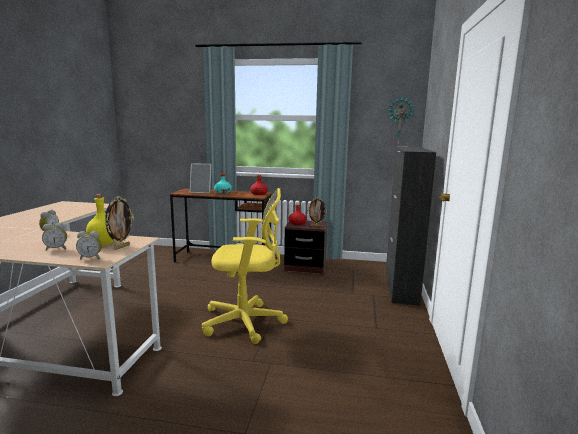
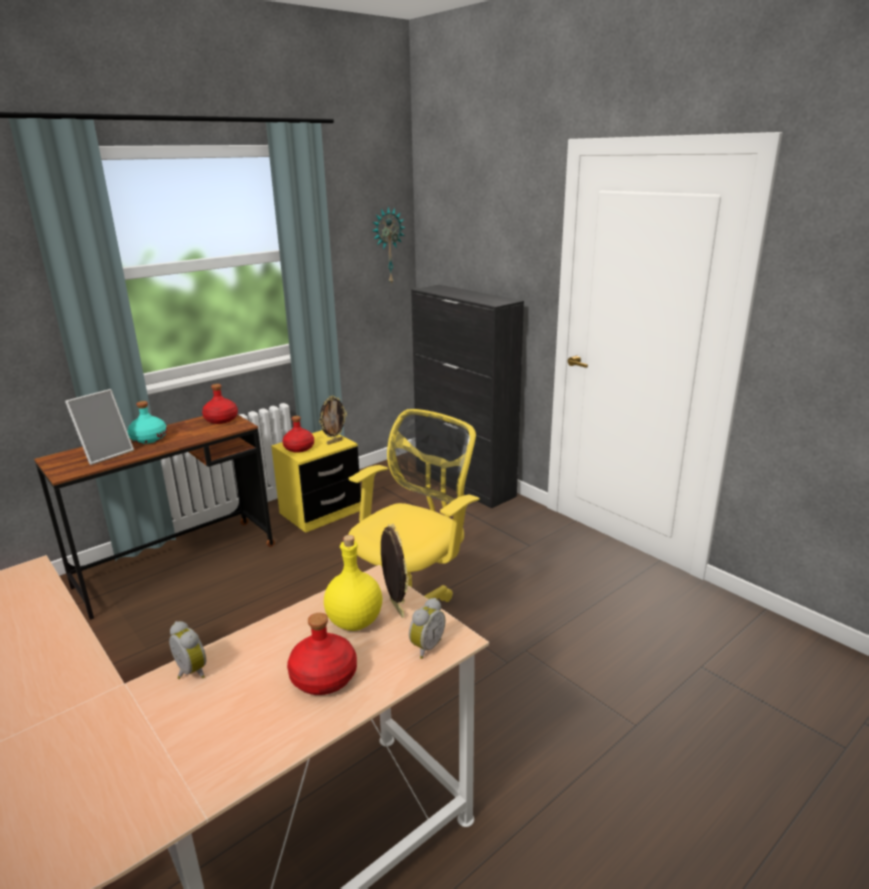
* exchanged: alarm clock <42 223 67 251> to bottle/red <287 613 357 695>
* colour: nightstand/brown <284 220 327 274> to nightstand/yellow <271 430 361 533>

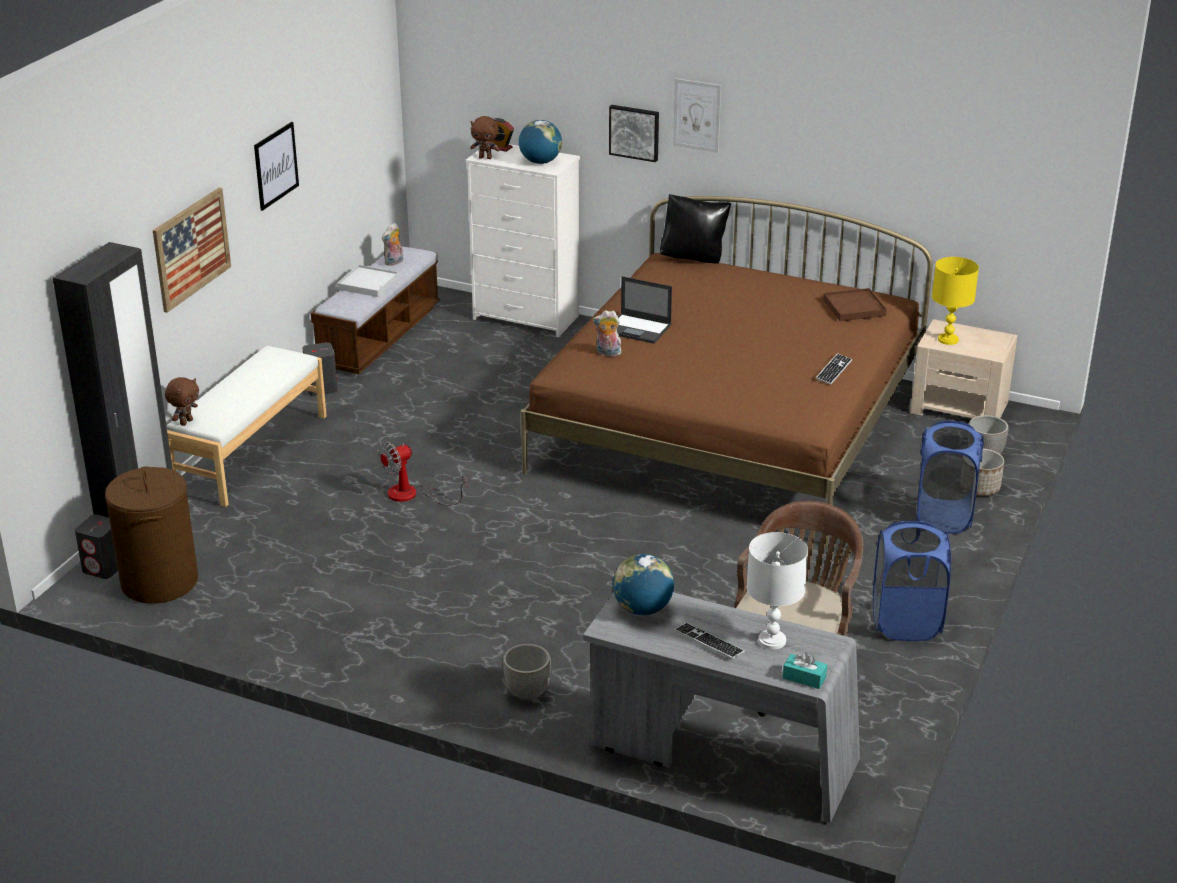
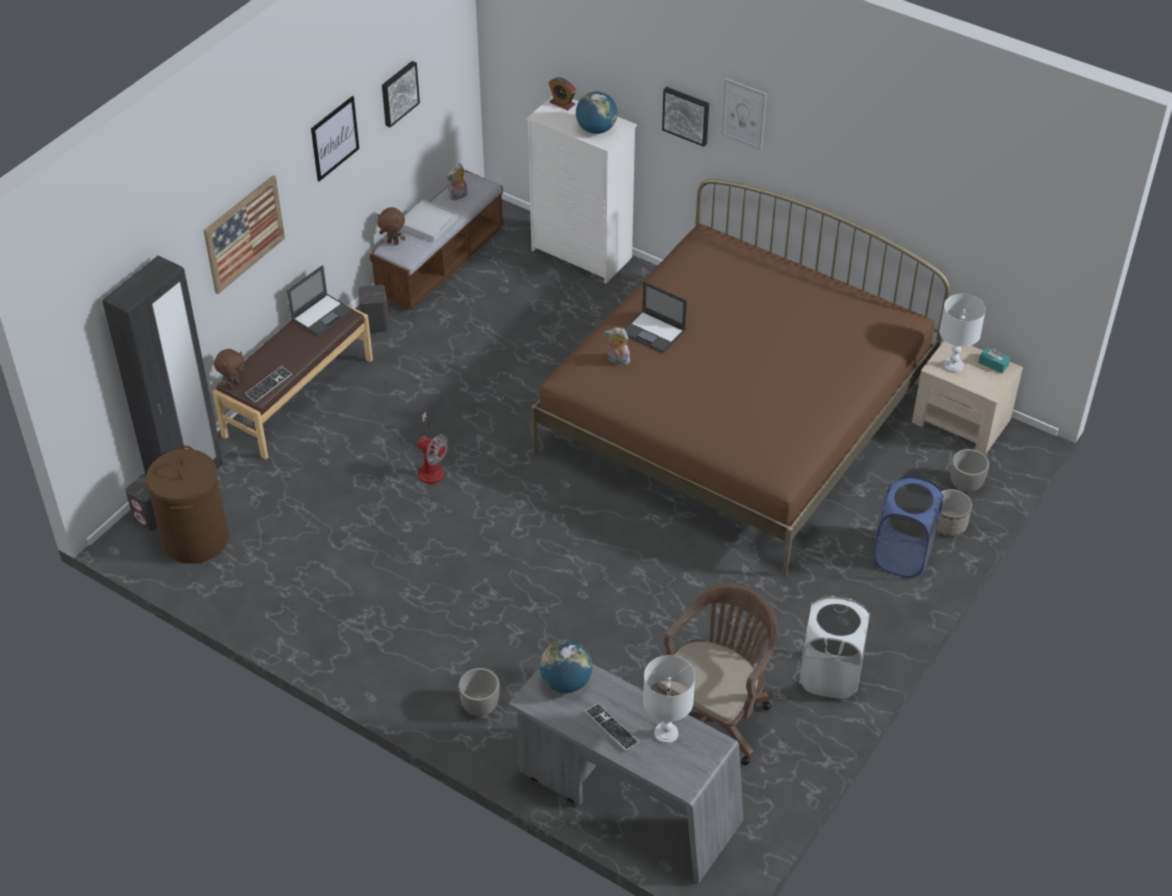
* missing: pillow/black <660 194 731 263>
* missing: tray/brown <823 288 887 321>
* appeared: laptop <287 265 353 337>
* appeared: picture <382 61 420 127>
* relocated: plush toy/brown <470 116 500 159> to <377 207 406 245>
* relocated: tissue box/turquoise <783 652 827 689> to <979 347 1010 373>
* relocated: keyboard <816 353 852 385> to <245 366 292 403>
* colour: bench/white <167 346 327 507> to bench/brown <212 303 373 460>
* colour: laundry basket/blue <873 521 951 641> to laundry basket/white <799 596 870 699>
* colour: table lamp/yellow <932 257 979 345> to table lamp/white <939 294 986 373>
* spun: fan <378 441 468 506> = <415 412 448 484> 120 degrees counterclockwise

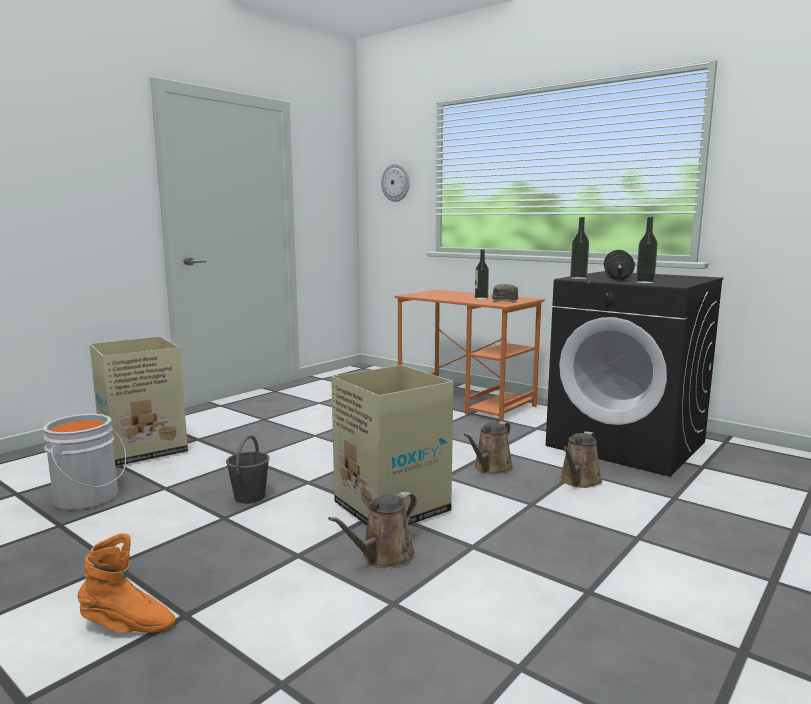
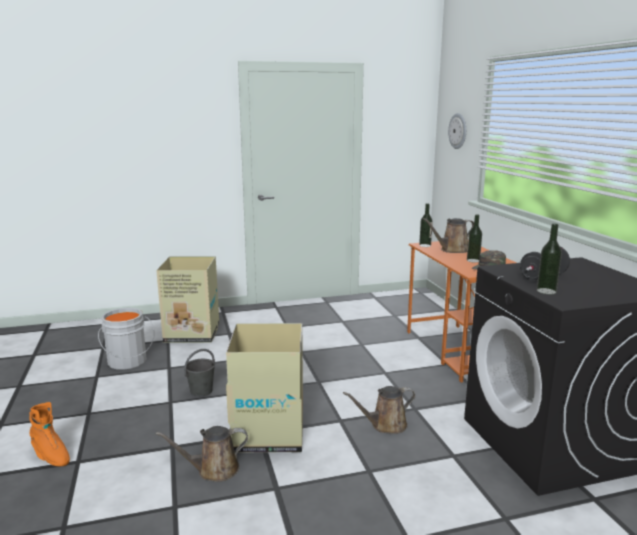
* relocated: watering can/brown <560 431 602 488> to <423 218 474 253>
* relocated: bottle <570 217 589 279> to <419 203 433 247>

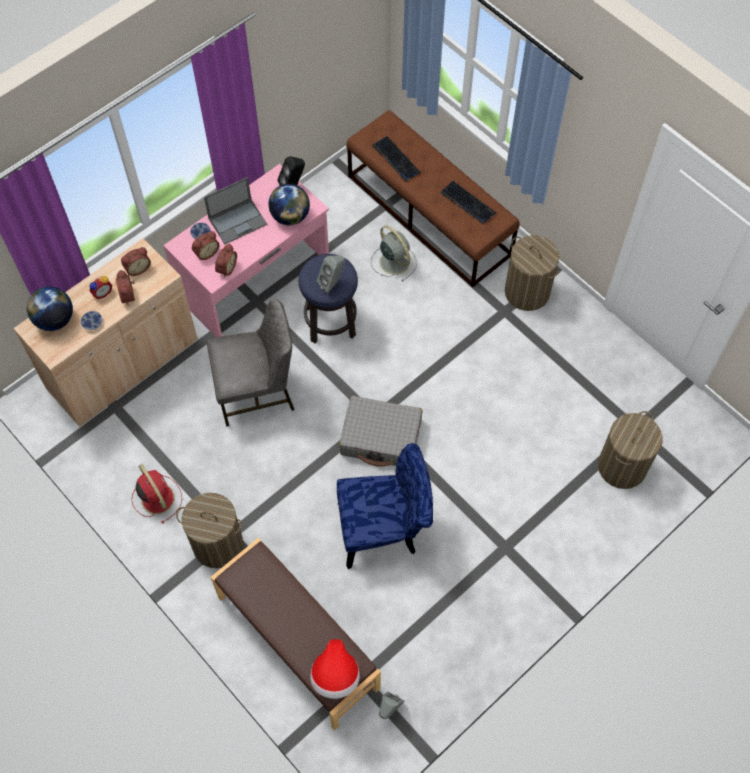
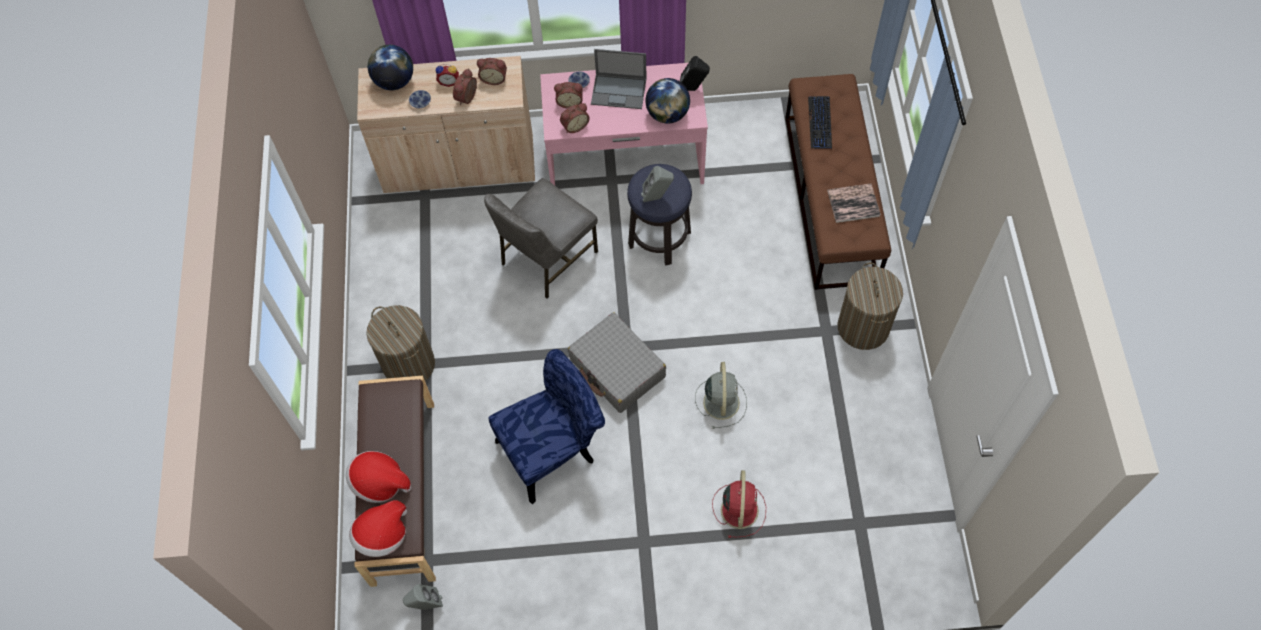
* missing: laundry basket <598 411 663 489>
* appeared: hat <346 451 411 503>
* relocated: fan/red <131 464 182 524> to <712 470 766 538>
* relocated: fan/grey <371 225 417 282> to <695 362 747 429>
* exchanged: keyboard <440 181 496 224> to book <827 183 881 223>
* spun: chair/grey <207 299 294 427> = <484 178 598 299> 105 degrees clockwise
* spun: chair/blue <337 443 433 569> = <488 349 605 504> 60 degrees counterclockwise

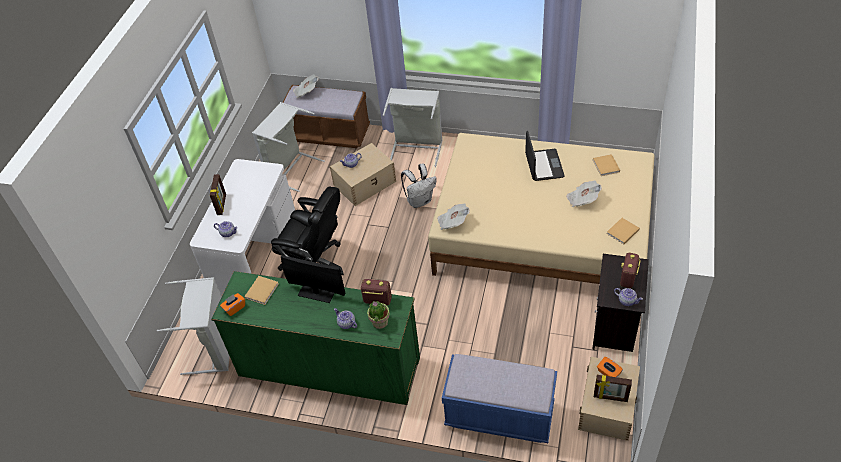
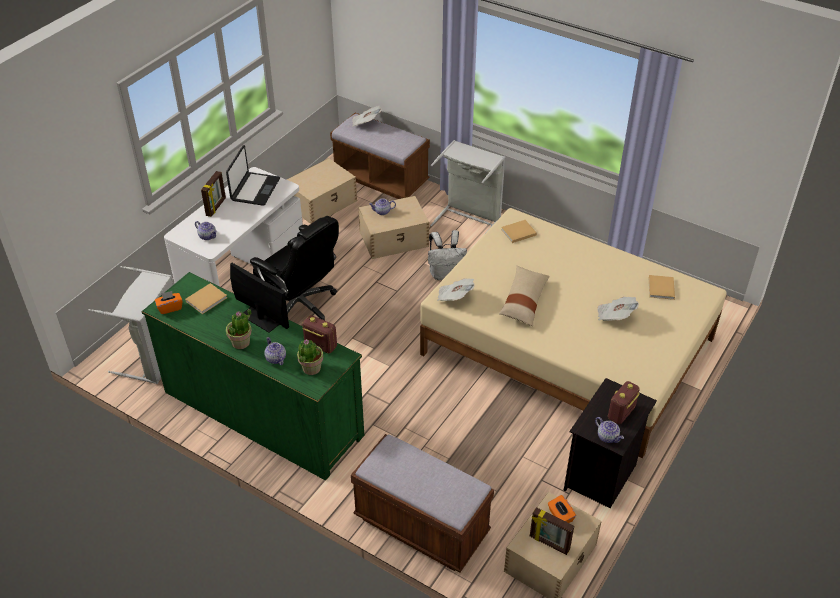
* appeared: potted plant <226 309 252 349>
* appeared: pillow/beige <499 265 550 326>
* relocated: laptop <525 131 565 181> to <226 145 280 206>
* relocated: book/beige <607 218 640 244> to <501 220 537 243>
* exchanged: laundry basket/grey <252 102 325 192> to storage box/beige <286 158 357 224>
* colour: bench/blue <442 354 557 443> to bench/brown <351 434 494 573>

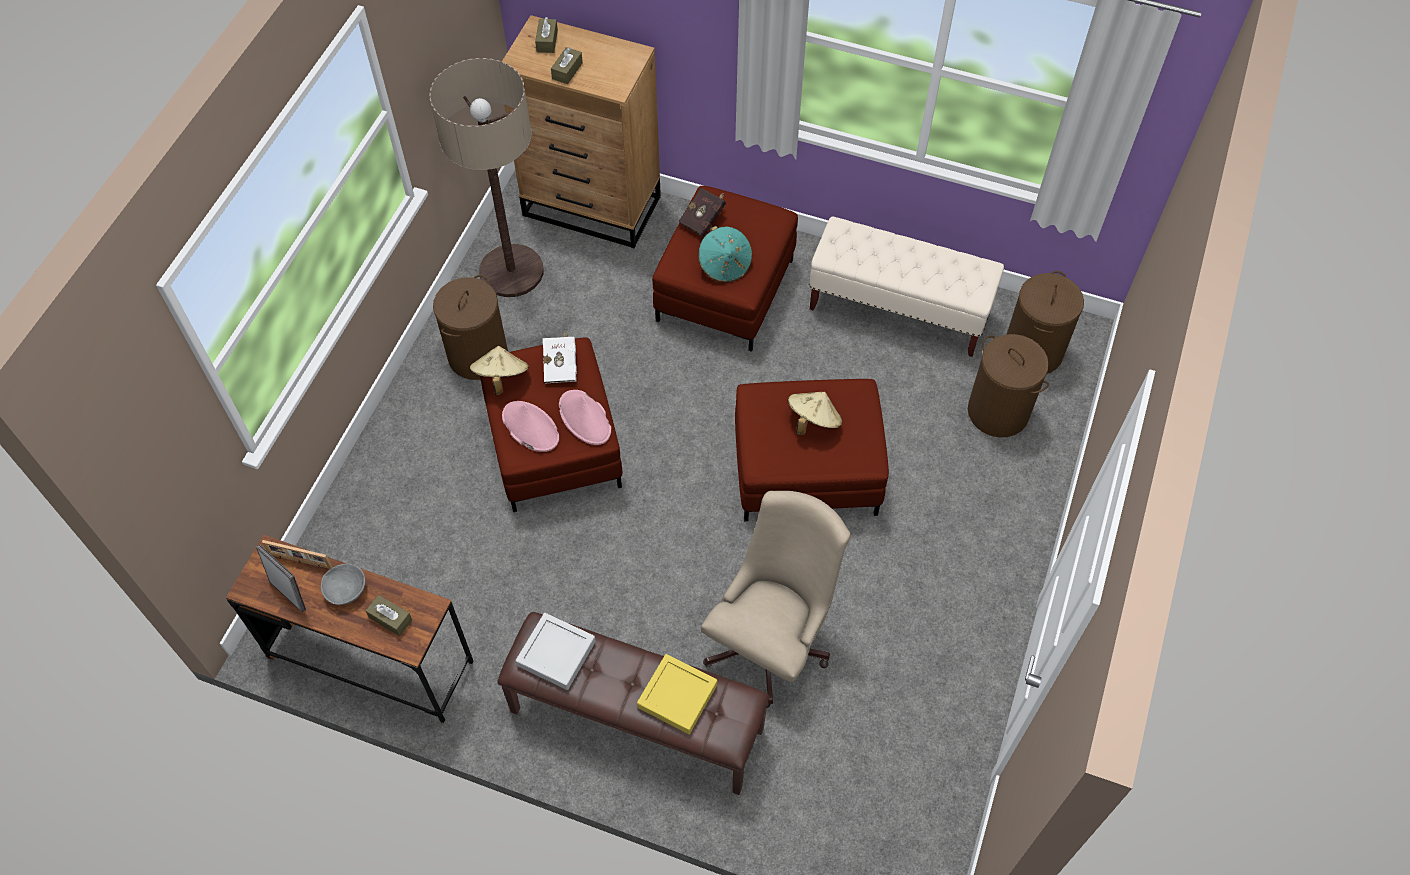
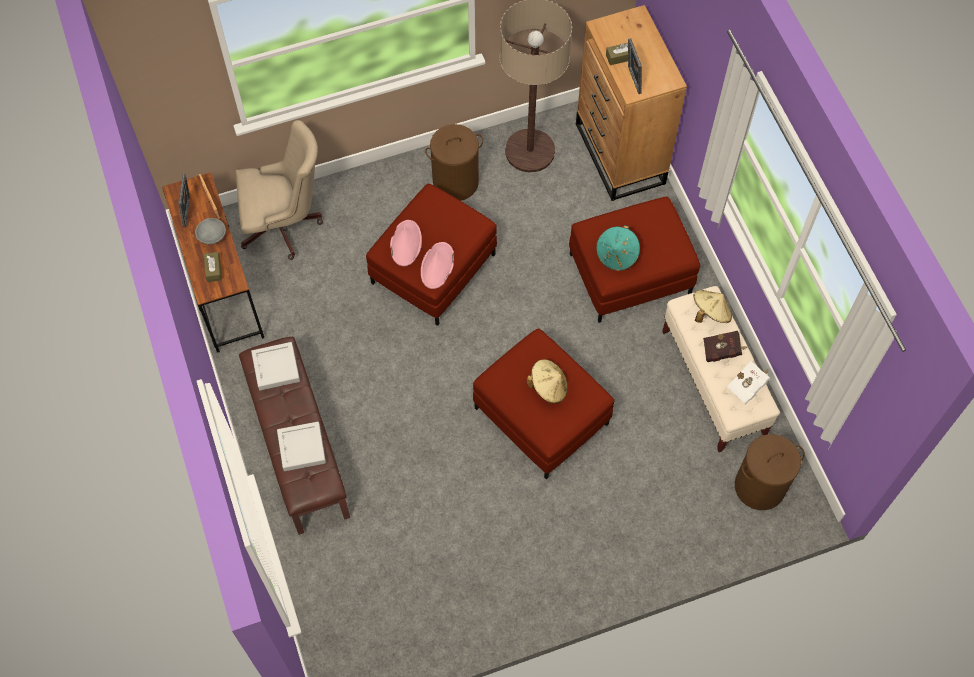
* missing: tissue box/brown <535 17 558 53>
* missing: laundry basket/brown <968 334 1049 437>
* appeared: picture frame <628 38 642 94>
* relocated: hat/beige <470 346 529 395> to <694 290 732 323>
* relocated: book/white <543 333 577 383> to <727 361 770 404>
* relocated: book/red <678 188 726 237> to <703 331 747 362>
* relocated: office chair/beige <701 491 851 708> to <236 120 323 260>
* colour: tray/yellow <637 654 717 734> to tray/grey <277 422 326 471>

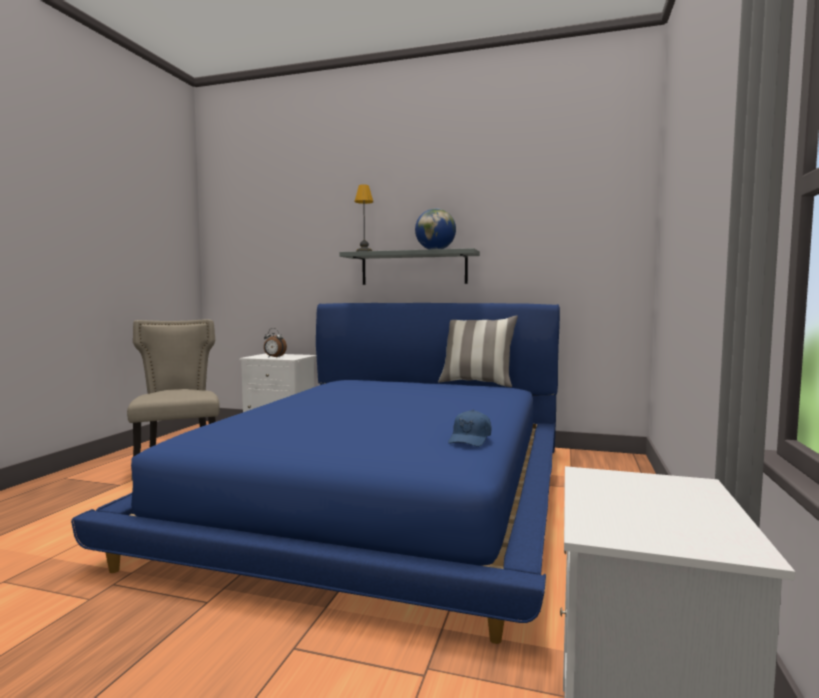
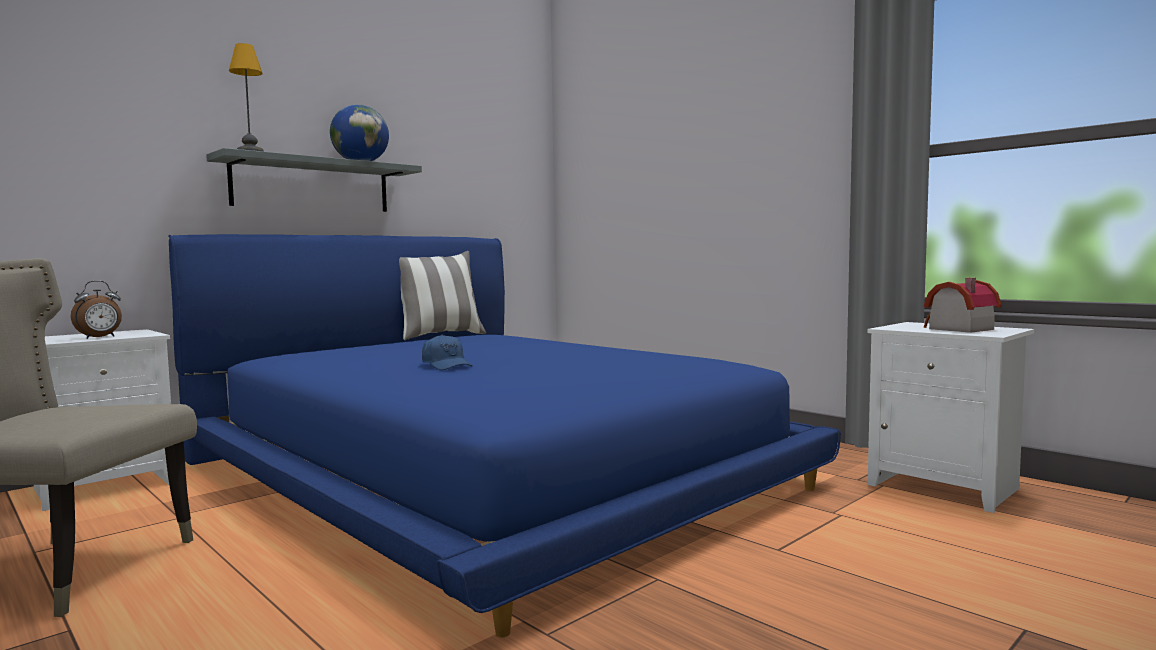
* appeared: toy house <923 278 1002 333>
* relocated: cap/blue <448 410 492 447> to <422 334 472 370>

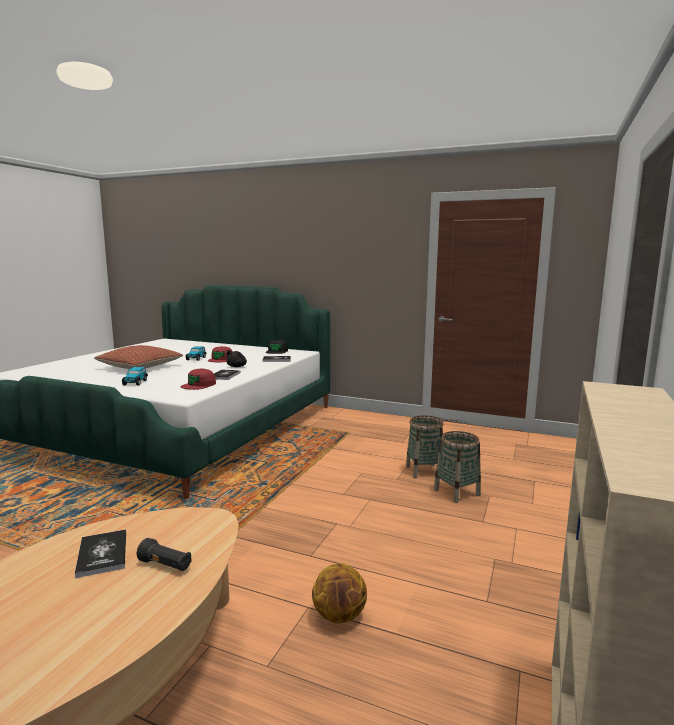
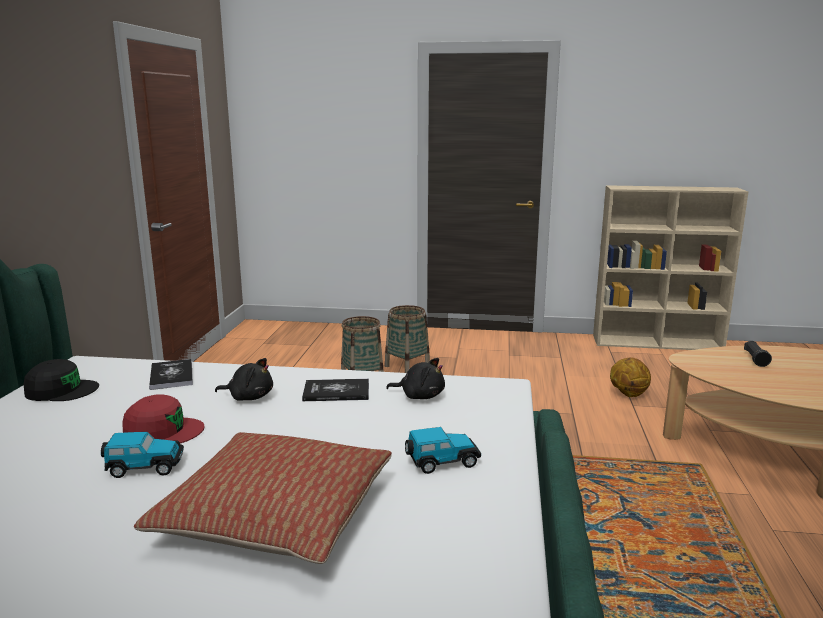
* missing: book <75 529 126 578>
* exchanged: cap/red <180 369 216 390> to plush toy/black <386 358 445 399>

